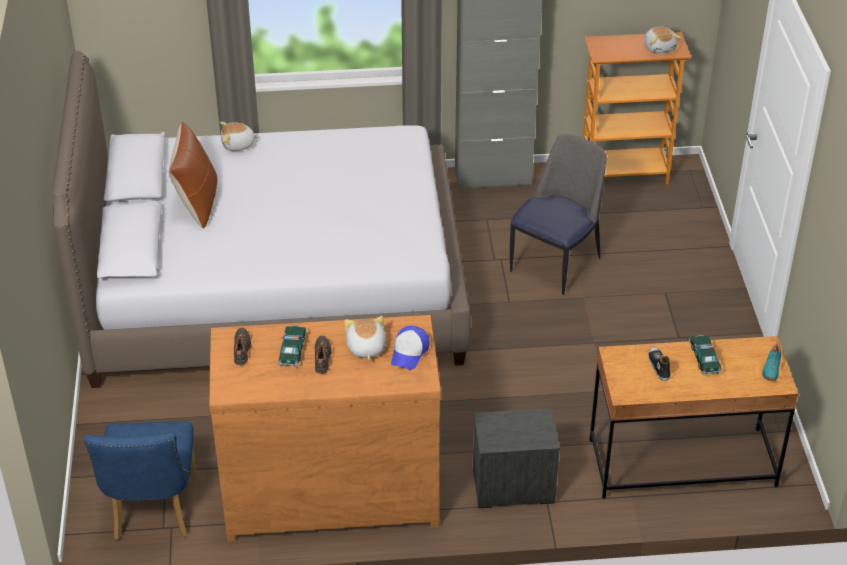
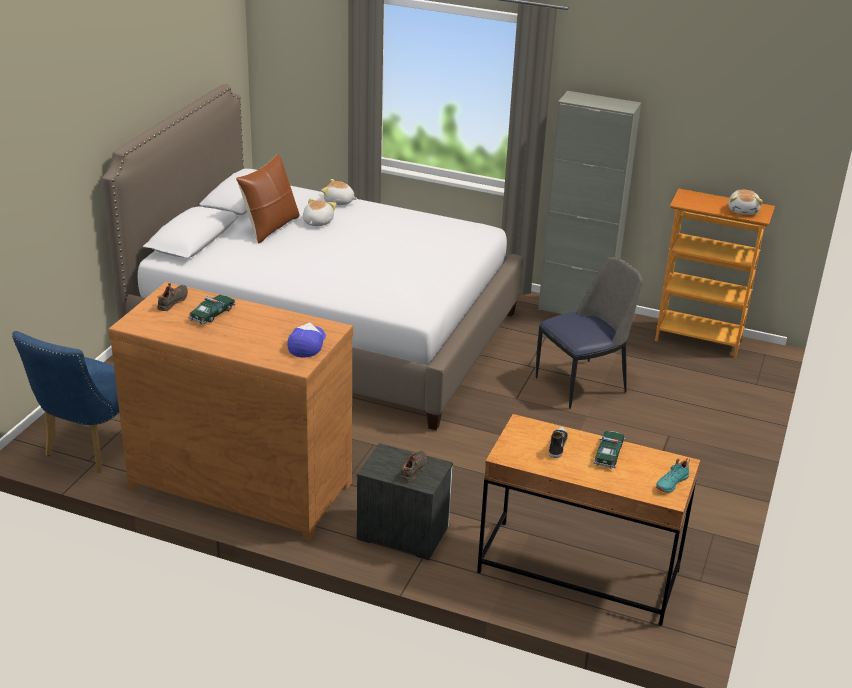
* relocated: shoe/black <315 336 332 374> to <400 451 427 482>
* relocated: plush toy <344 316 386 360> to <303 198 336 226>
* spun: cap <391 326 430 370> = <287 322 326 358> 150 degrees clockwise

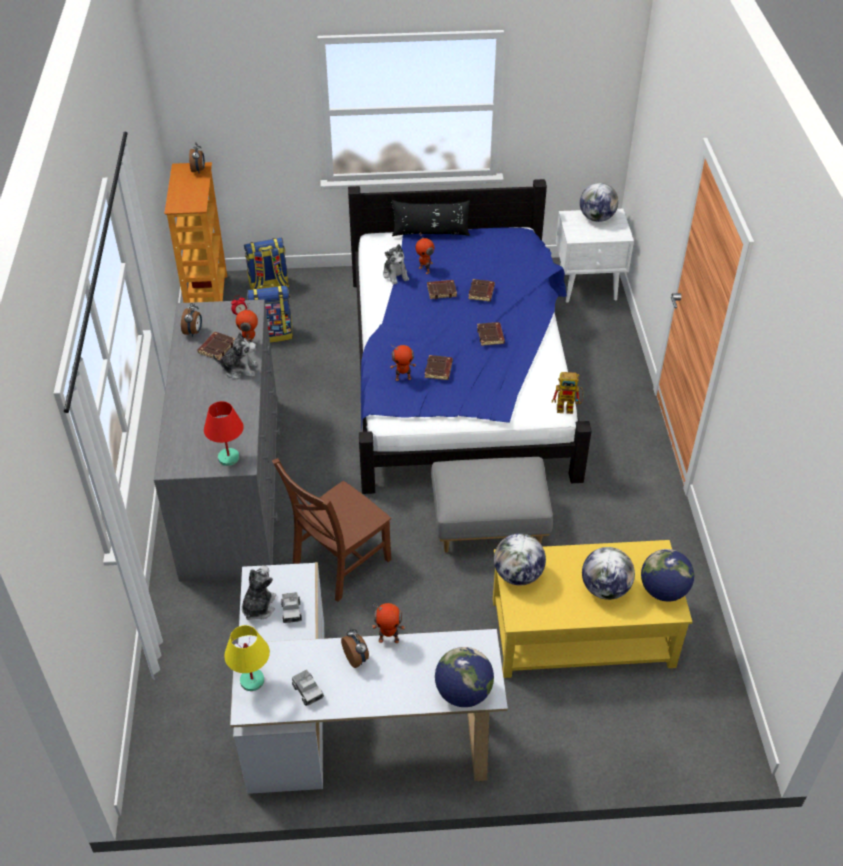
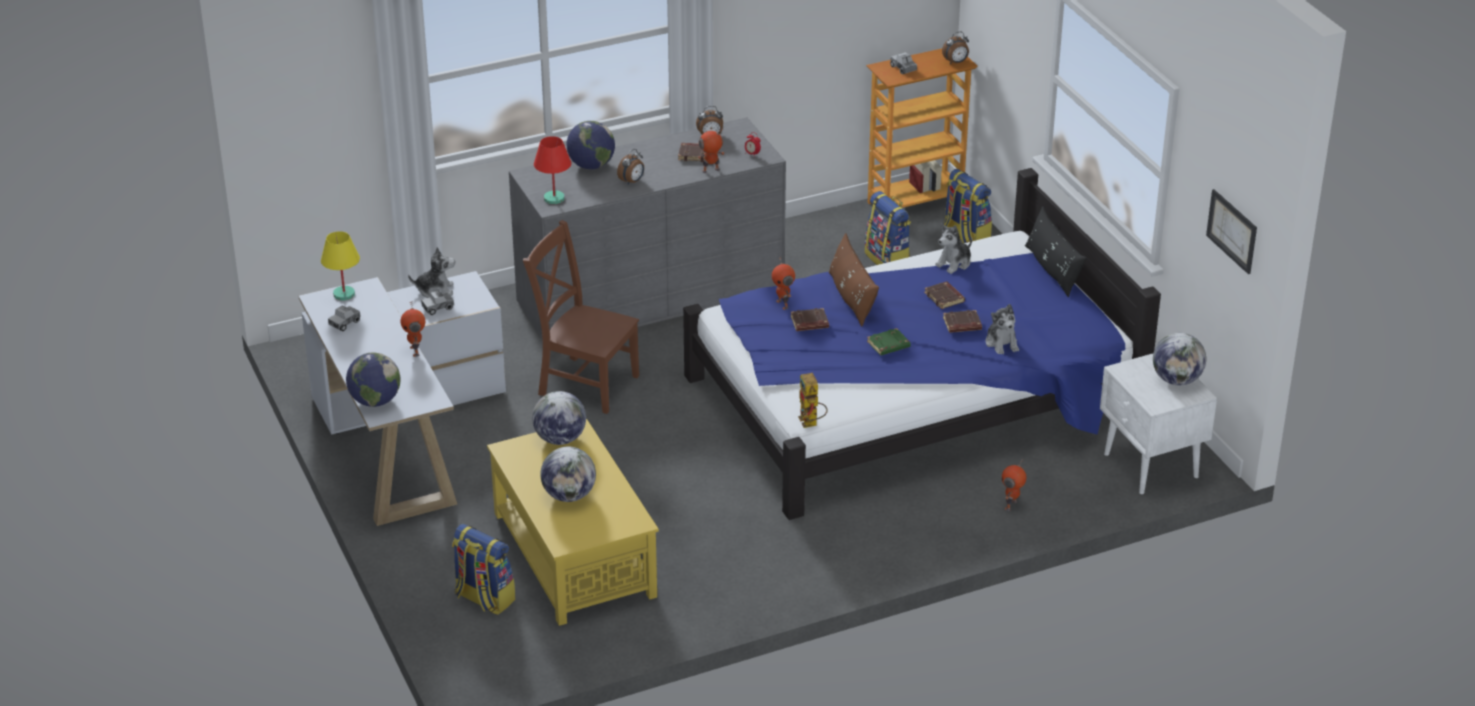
* missing: ottoman/grey <431 457 553 553>
* appeared: backpack <452 524 515 615>
* appeared: pillow/brown <829 233 879 326>
* appeared: toy truck <890 52 917 74>
* appeared: picture <1206 189 1257 274>
* relocated: plush toy <213 332 257 379> to <986 304 1019 354>
* relocated: alarm clock <341 628 369 668> to <617 149 644 185>
* relocated: toy robot <416 235 434 274> to <1002 459 1026 511>
* relocated: globe <641 549 694 602> to <567 121 615 169>
* colour: book/brown <477 322 505 346> to book/green <867 328 911 355>

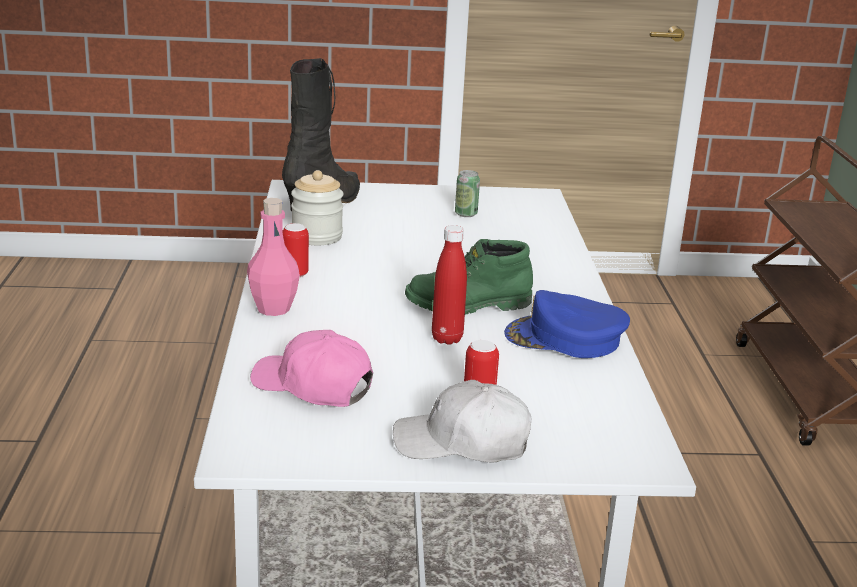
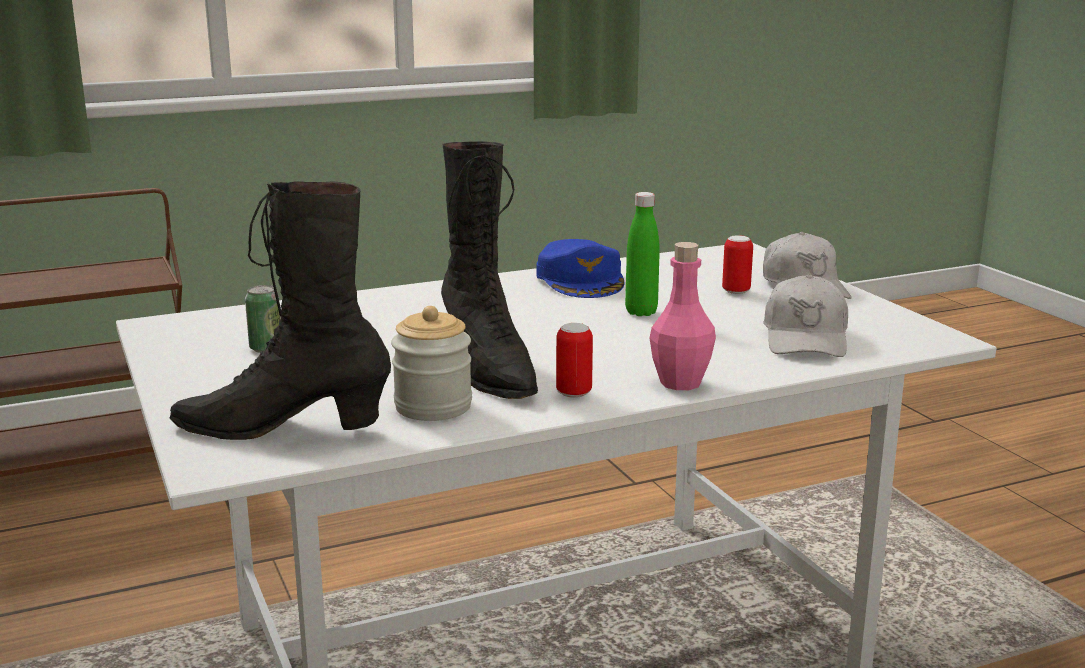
* missing: boot/green <405 239 533 314>
* appeared: boot/black <441 141 538 399>
* colour: cap/pink <250 330 373 407> to cap/white <764 275 848 357>
* colour: bottle/red <432 225 467 345> to bottle/green <625 192 660 316>

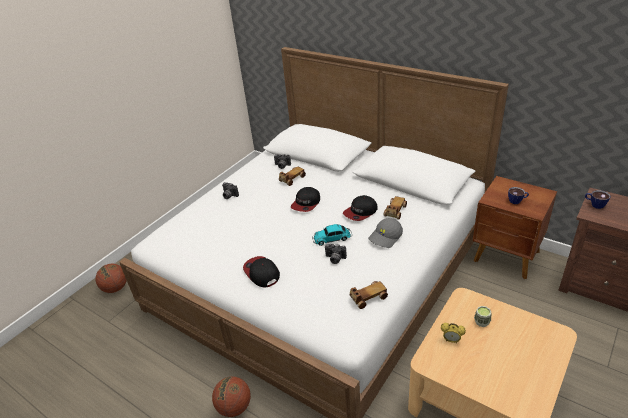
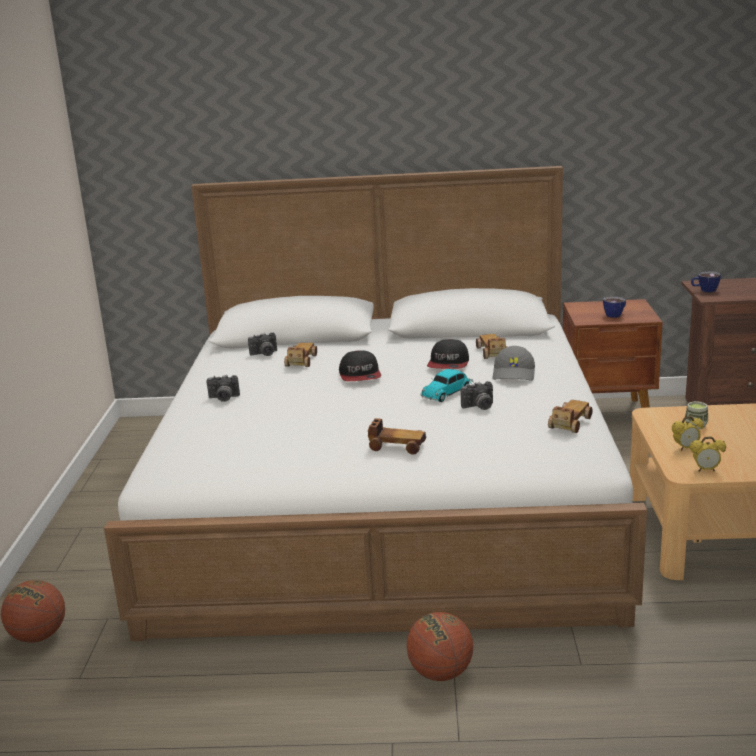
* appeared: alarm clock <690 436 726 472>
* exchanged: cap <243 256 280 287> to toy car <368 418 426 455>

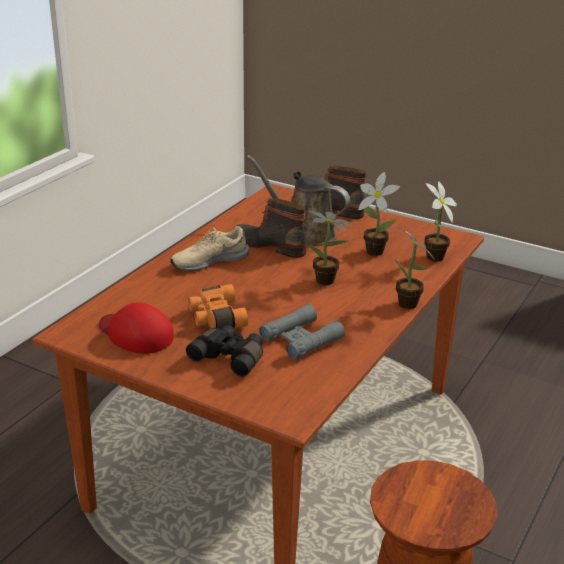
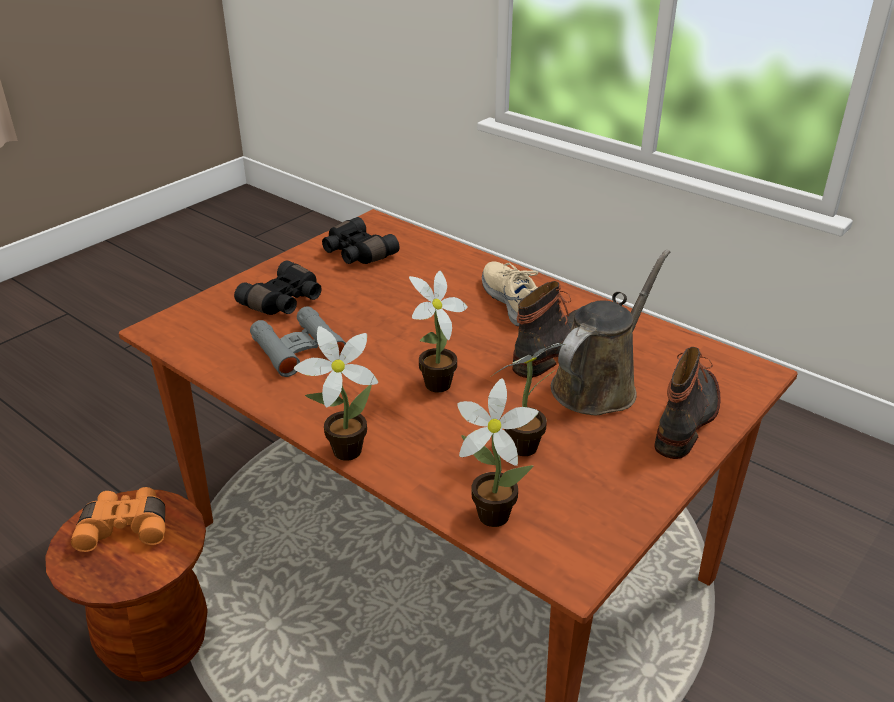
* relocated: binoculars/orange <188 284 248 329> to <71 487 165 552>
* exchanged: cap/red <99 302 174 354> to binoculars/black <322 217 399 264>

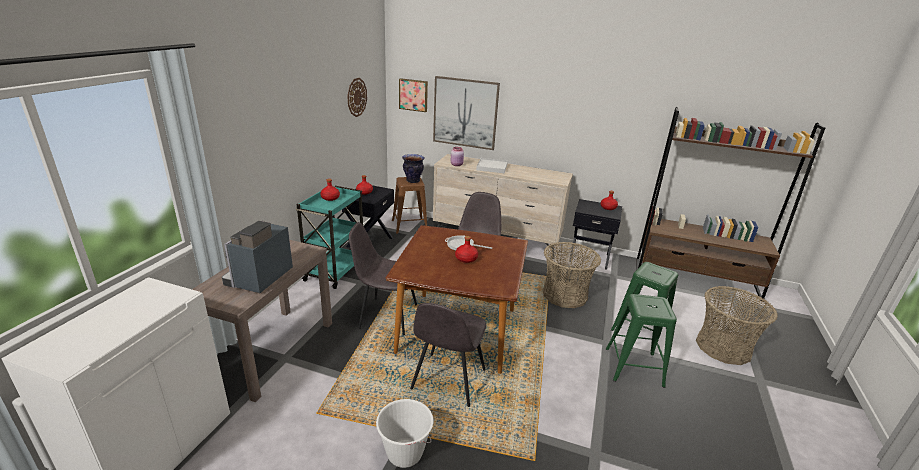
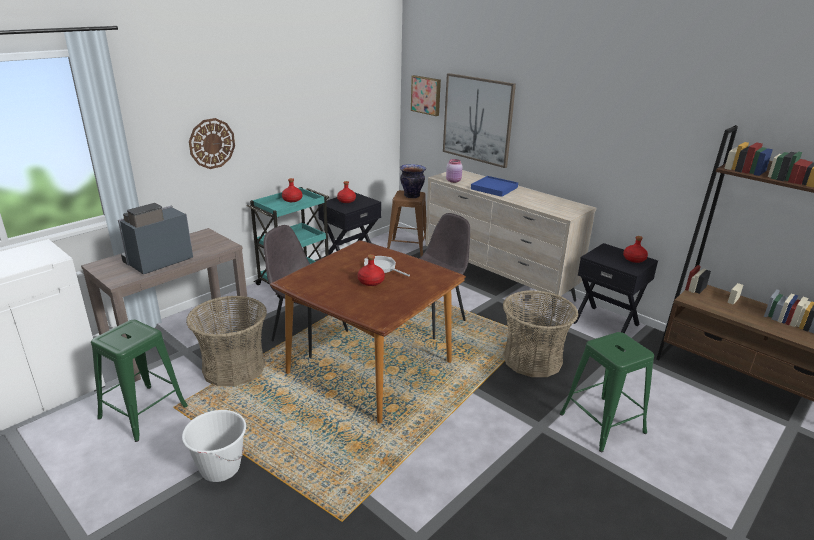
* missing: chair/grey <410 303 486 407>
* relocated: wall clock <347 78 367 117> to <189 118 235 169>
* relocated: stool/green <606 294 677 388> to <91 320 188 442>
* relocated: basket <696 286 778 365> to <186 296 267 386>
* colour: tray/white <476 158 508 173> to tray/blue <471 176 518 197>

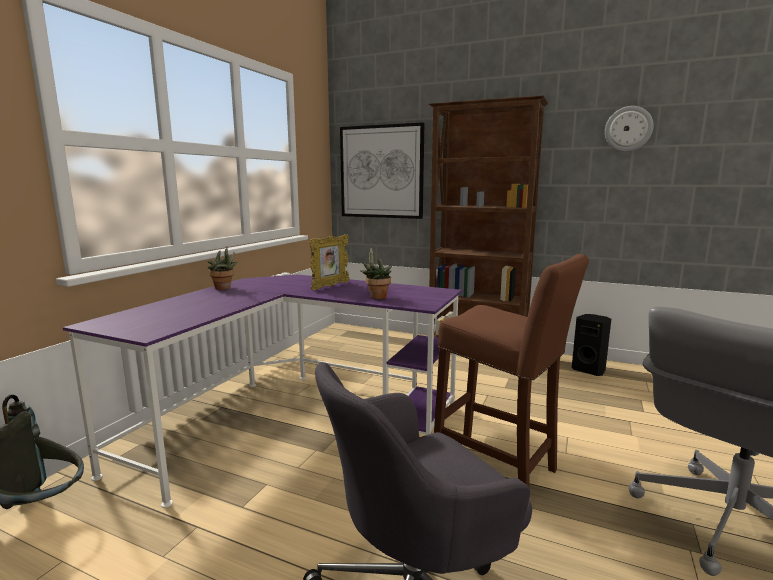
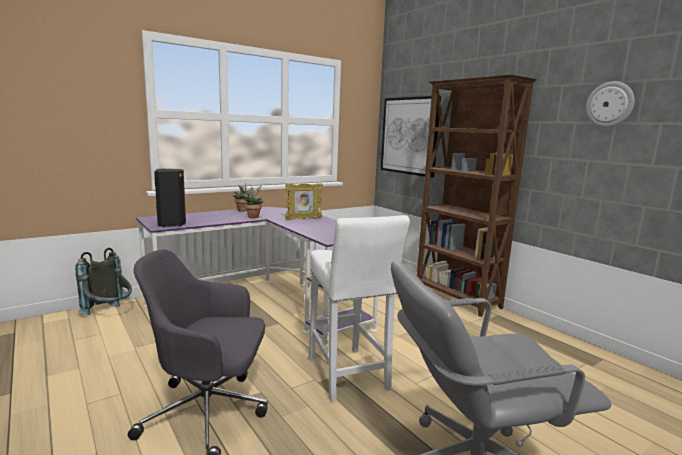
* relocated: potted plant <360 248 392 299> to <241 185 264 218>
* relocated: speaker/black <572 314 611 376> to <154 169 186 227>
* colour: stool/brown <434 254 589 500> to stool/white <309 215 410 402>

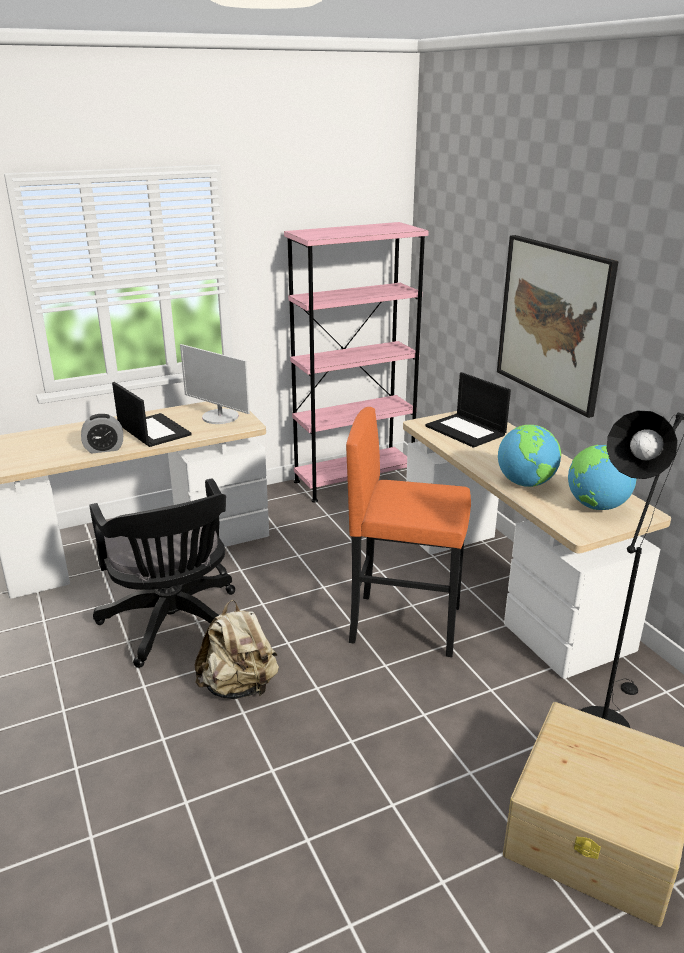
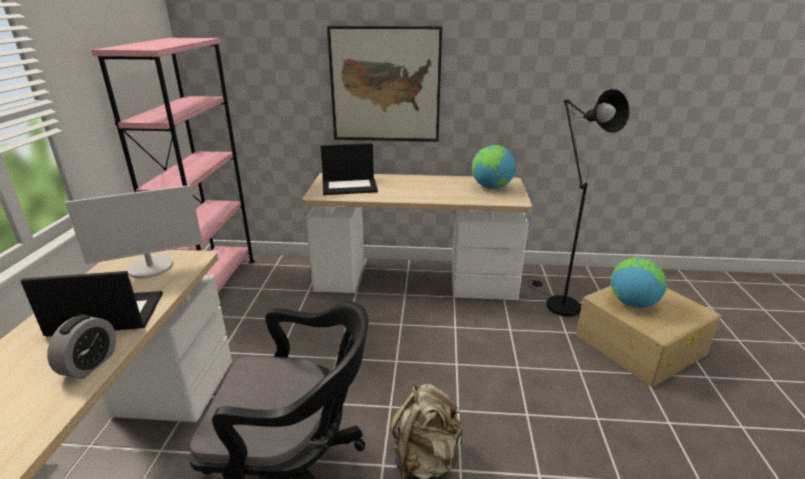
* missing: stool/orange <346 407 471 657>
* relocated: globe <498 425 561 487> to <611 257 667 308>

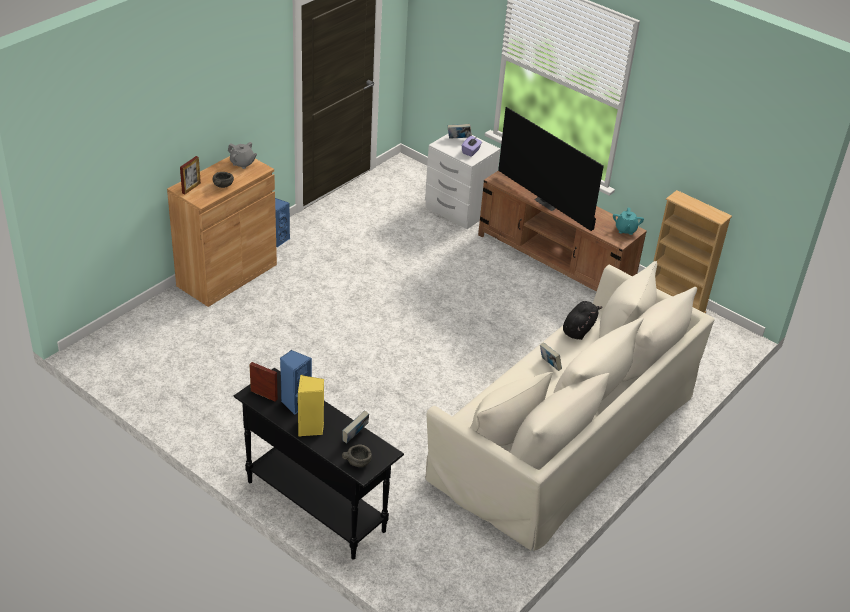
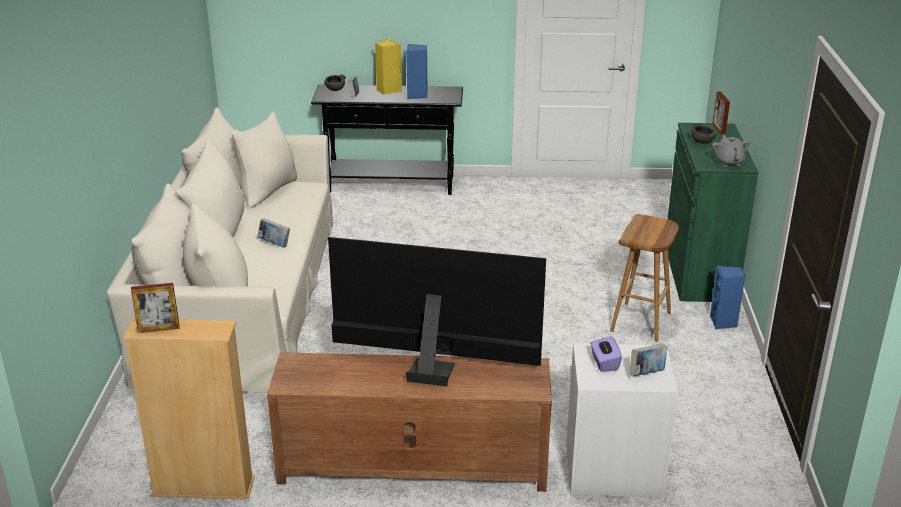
* missing: plush toy/black <563 301 603 340>
* missing: teapot/turquoise <613 208 644 235>
* appeared: stool/brown <610 214 679 342>
* relocated: picture frame <249 362 278 402> to <131 283 180 333>
* colour: cabinet/brown <167 156 277 307> to cabinet/green <668 123 758 302>
* spun: teapot/grey <228 142 257 169> = <712 134 751 167> 90 degrees clockwise

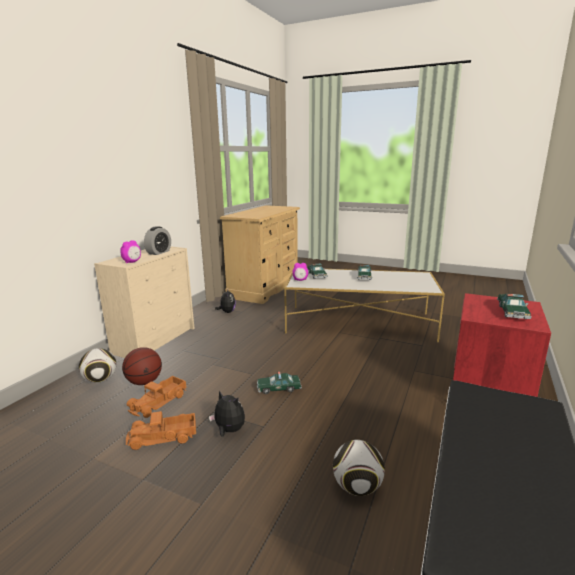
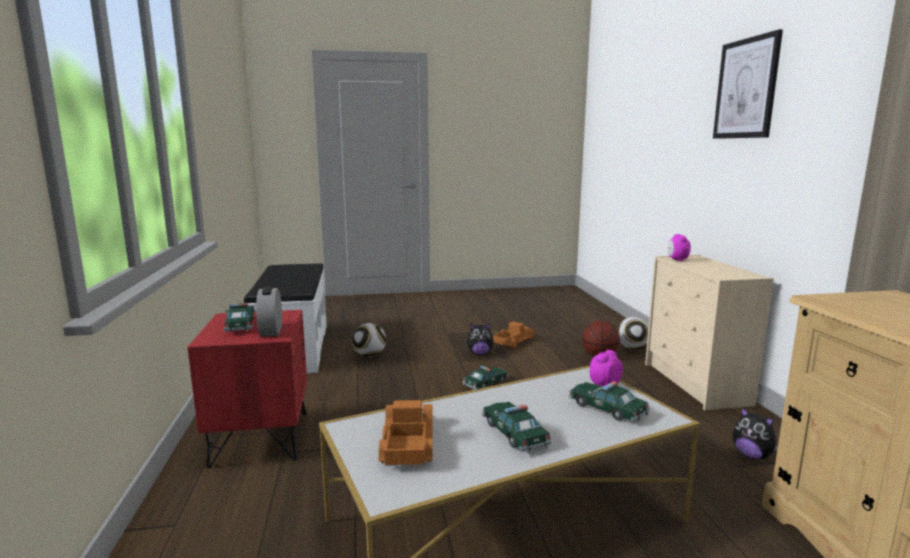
* appeared: picture <713 29 783 139>
* relocated: toy truck <127 376 186 418> to <378 400 433 465>
* relocated: alarm clock <144 226 171 255> to <256 286 282 337>

